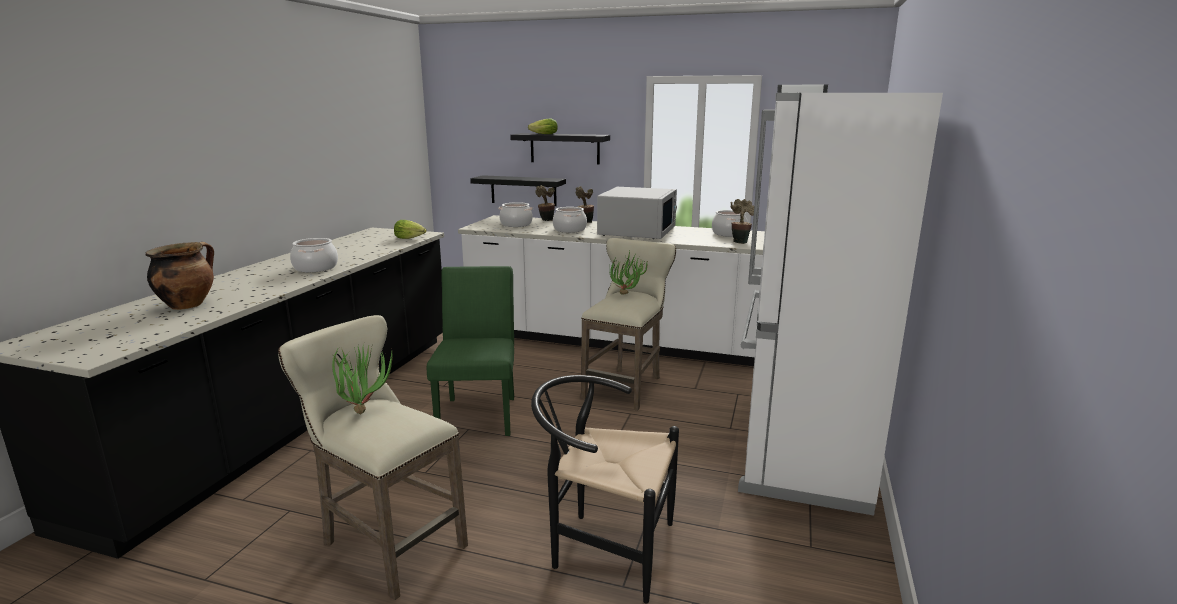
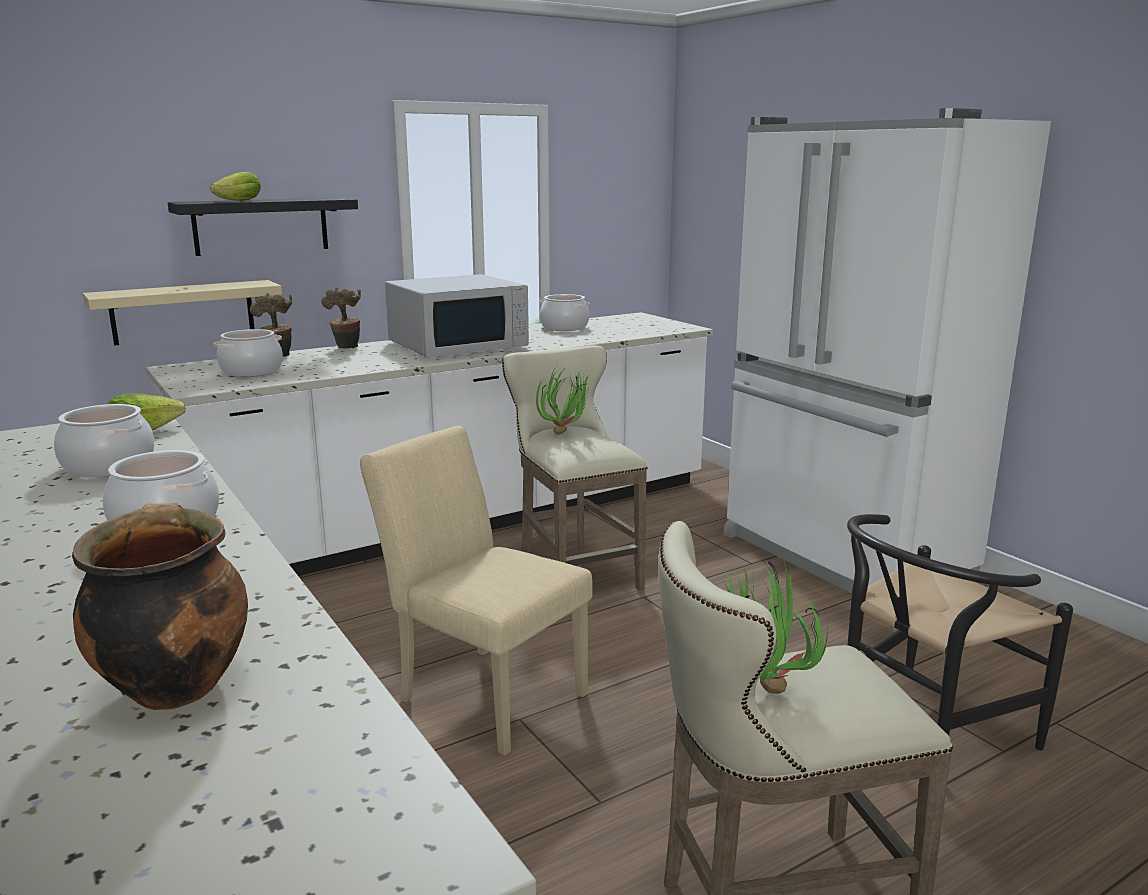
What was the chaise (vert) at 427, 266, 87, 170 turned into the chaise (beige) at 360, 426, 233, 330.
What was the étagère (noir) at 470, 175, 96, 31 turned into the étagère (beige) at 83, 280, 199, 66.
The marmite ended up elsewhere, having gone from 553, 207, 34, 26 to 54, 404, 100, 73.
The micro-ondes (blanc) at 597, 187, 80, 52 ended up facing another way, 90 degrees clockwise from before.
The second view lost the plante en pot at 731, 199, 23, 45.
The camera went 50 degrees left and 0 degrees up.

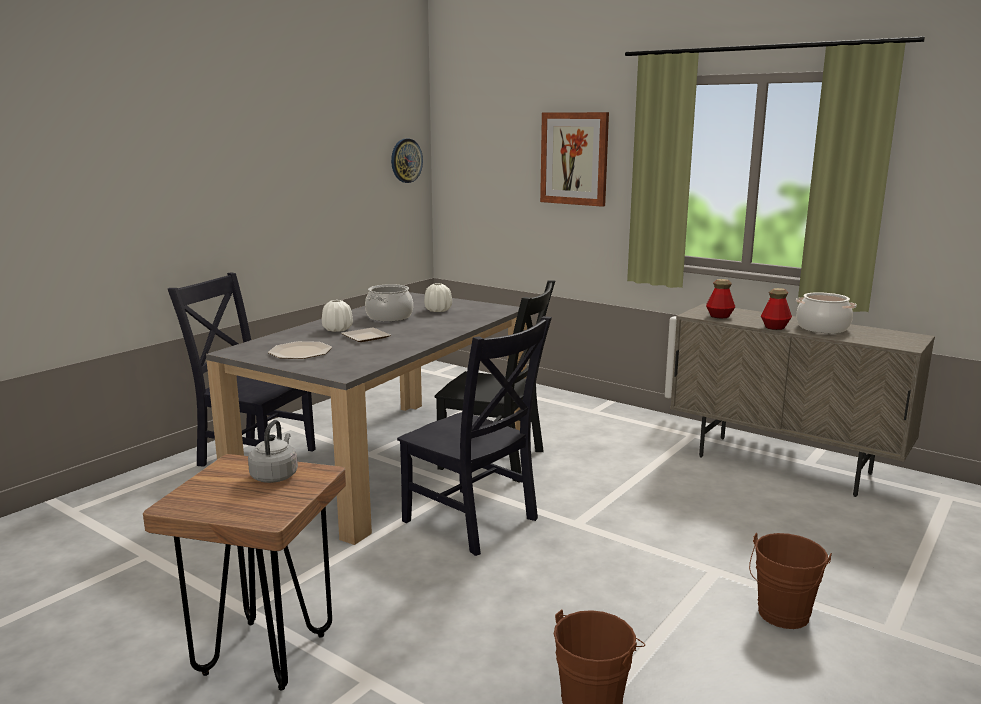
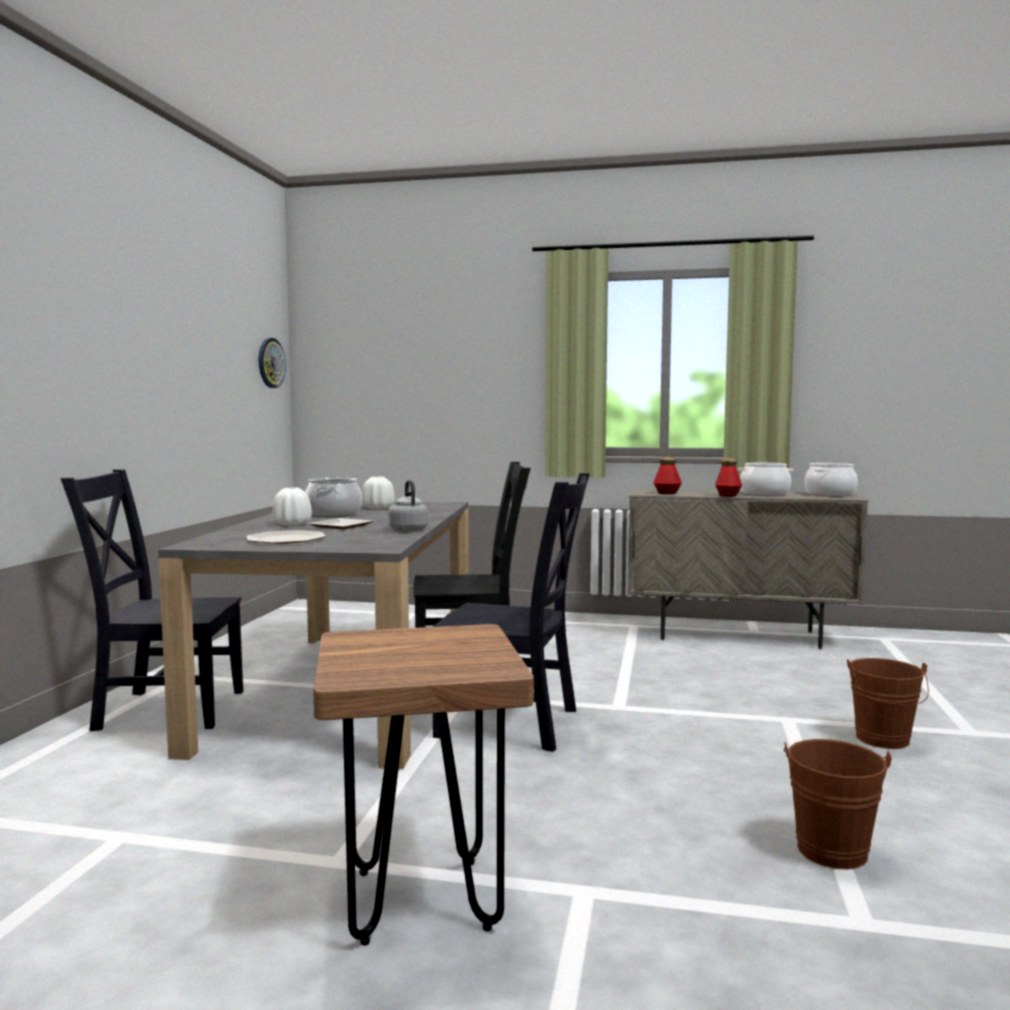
The bouilloire (gris) ended up elsewhere, having gone from 248, 420, 50, 63 to 388, 480, 41, 51.
The second view lost the tableau at 540, 112, 69, 95.
The second view gained the marmite at 804, 463, 54, 33.
The camera went 25 degrees left and 10 degrees down.

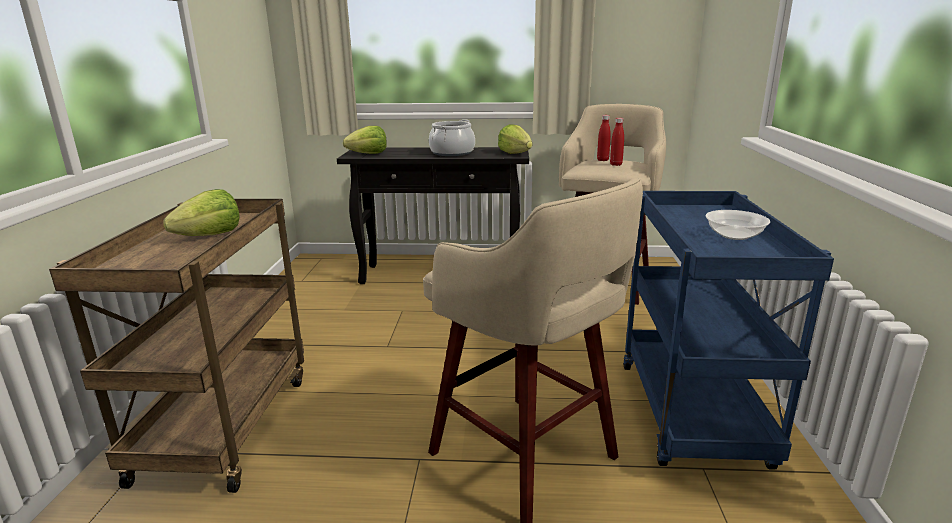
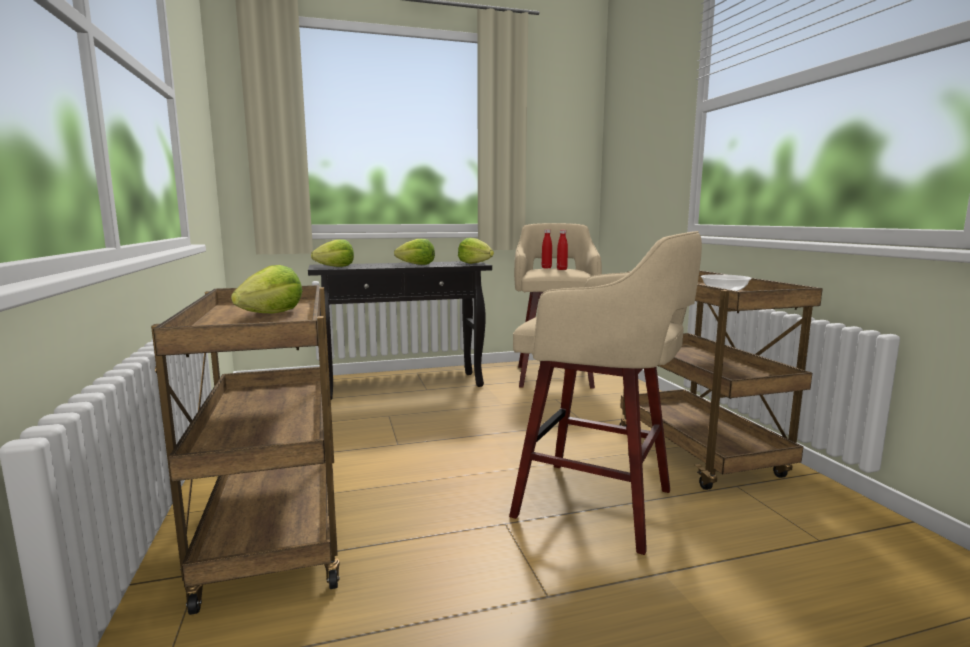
Where the marmite stood at 429, 119, 46, 37, the laitue came to stand at 394, 239, 41, 26.
What was the chariot (bleu) at 623, 191, 211, 279 turned into the chariot (marron) at 620, 270, 203, 220.
The camera went 20 degrees left and 10 degrees down.

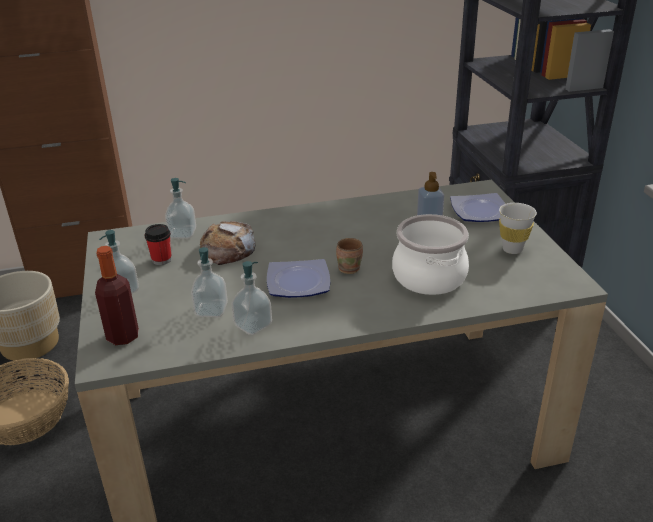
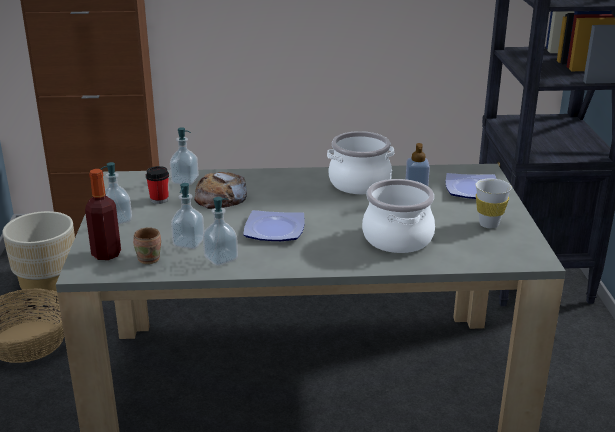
The mug (marron) ended up elsewhere, having gone from 336, 238, 27, 36 to 133, 227, 28, 37.
The second view gained the marmite at 327, 131, 68, 63.
The camera went 10 degrees right and 5 degrees down.

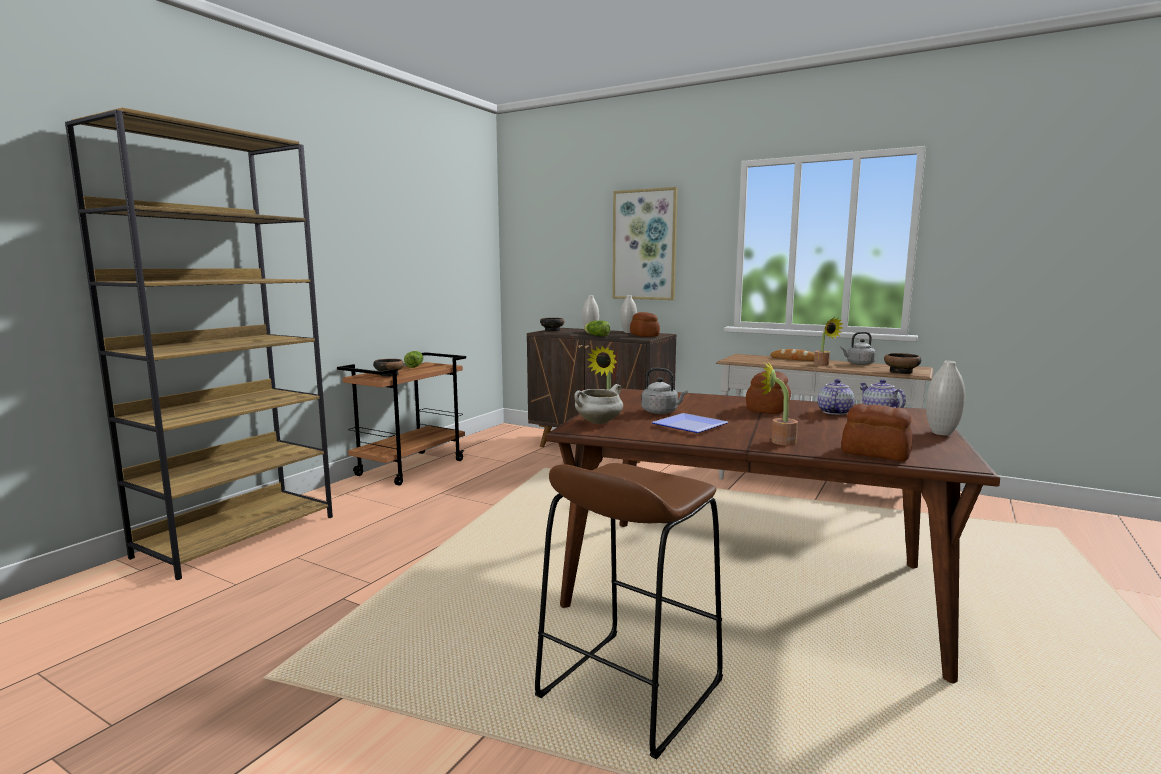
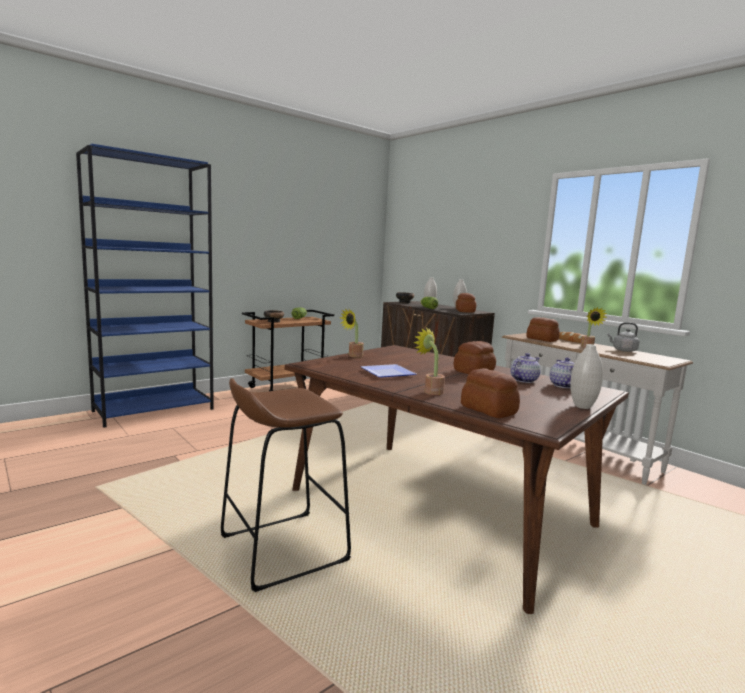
What was the bibliothèque (marron) at 65, 107, 268, 473 turned into the bibliothèque (bleu) at 76, 144, 138, 284.
The second view lost the marmite (blanc) at 574, 384, 49, 40.
The second view lost the tableau at 612, 187, 66, 113.
The second view lost the bouilloire (gris) at 641, 368, 47, 46.
The second view lost the bol at 884, 353, 37, 21.
The second view gained the pain at 526, 317, 34, 25.
The camera went 20 degrees right and 0 degrees up.

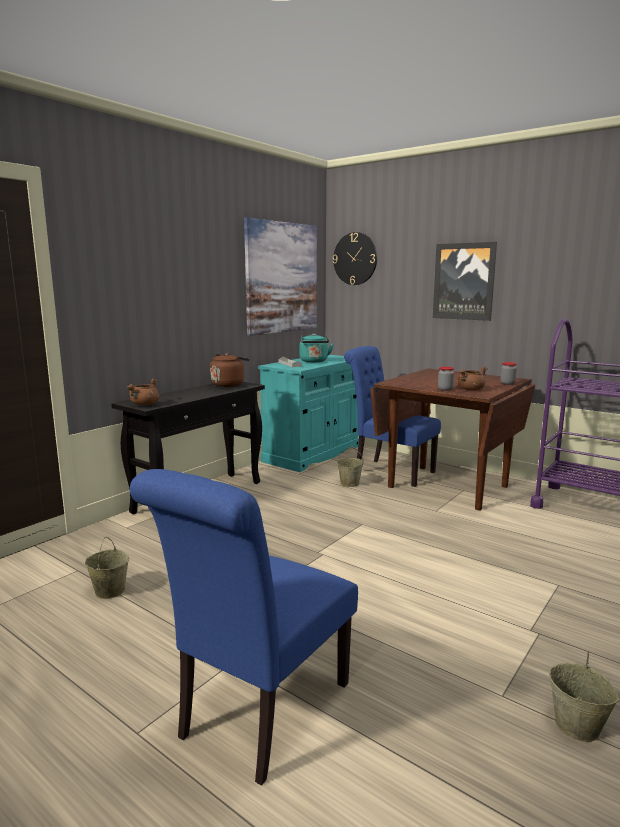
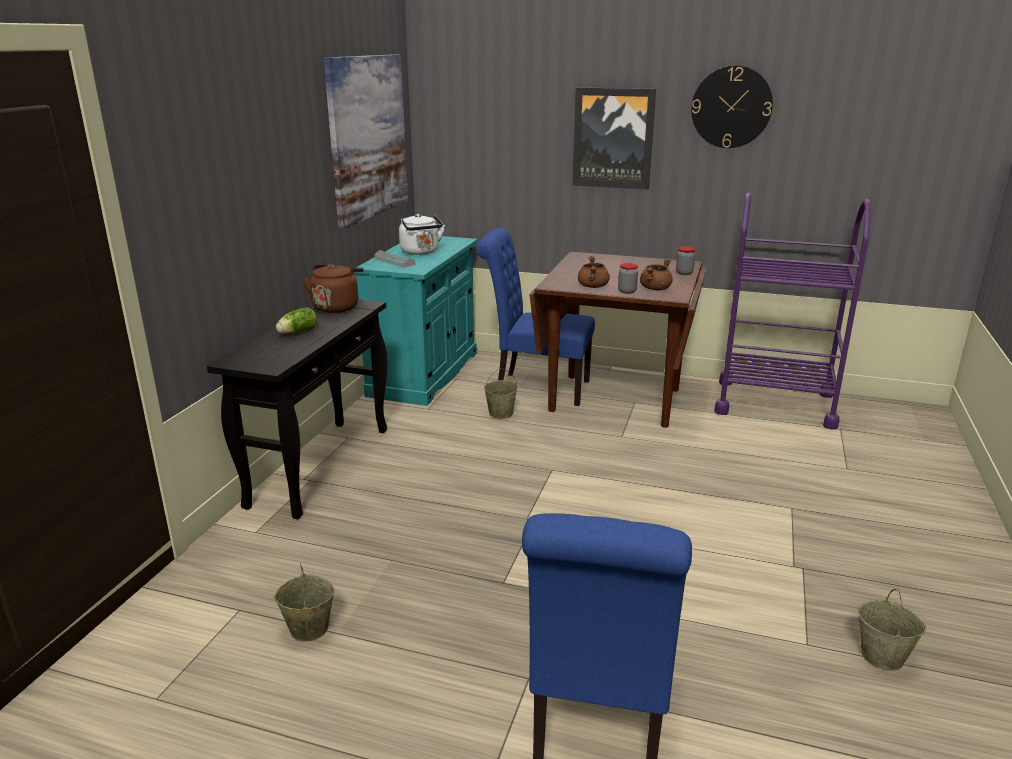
The marmite (marron) ended up elsewhere, having gone from 127, 379, 32, 27 to 578, 256, 32, 32.
What was the bouilloire (turquoise) at 300, 333, 34, 29 turned into the bouilloire (blanc) at 399, 214, 46, 41.
The horloge murale ended up elsewhere, having gone from 333, 232, 44, 53 to 691, 65, 82, 83.
The second view gained the laitue at 276, 307, 41, 27.
The camera went 20 degrees left and 10 degrees up.

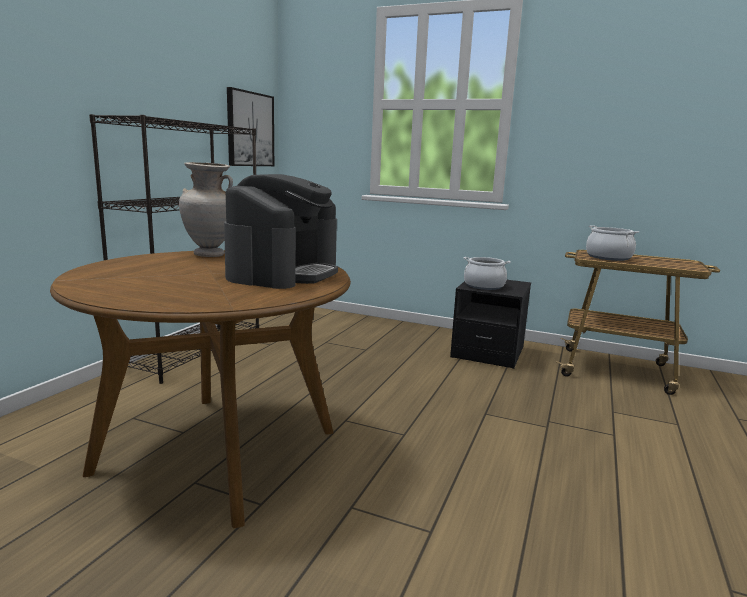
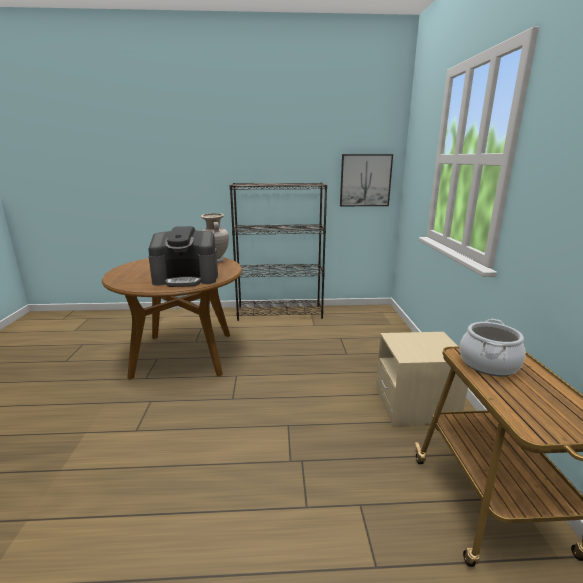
What was the table de chevet (noir) at 450, 280, 81, 89 turned into the table de chevet (beige) at 376, 332, 92, 95.
The second view lost the marmite at 463, 257, 48, 33.
The camera went 65 degrees right and 5 degrees up.

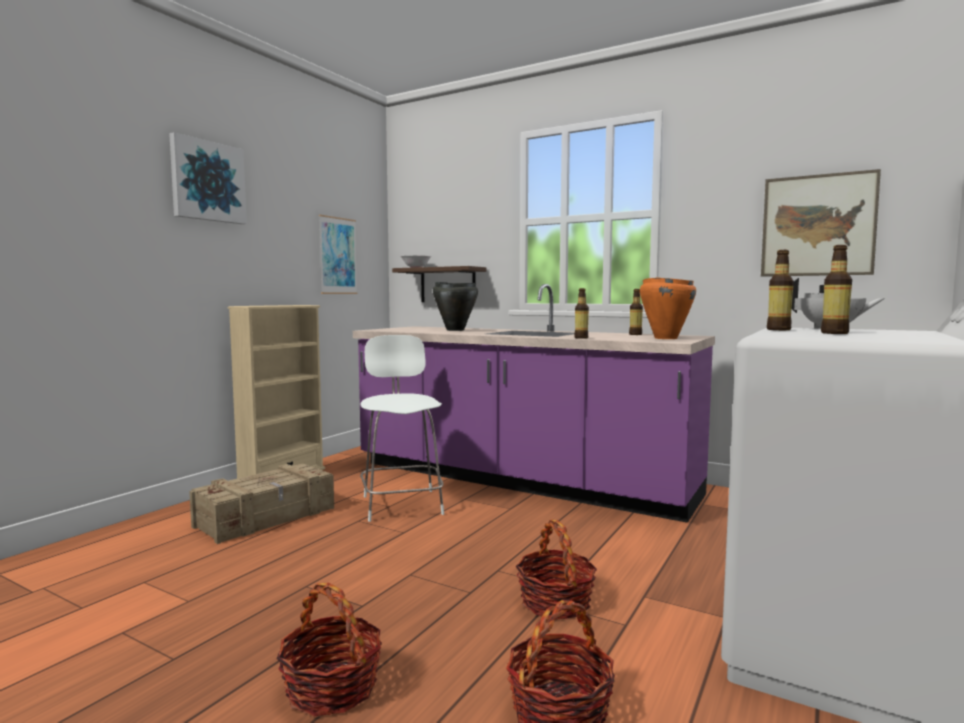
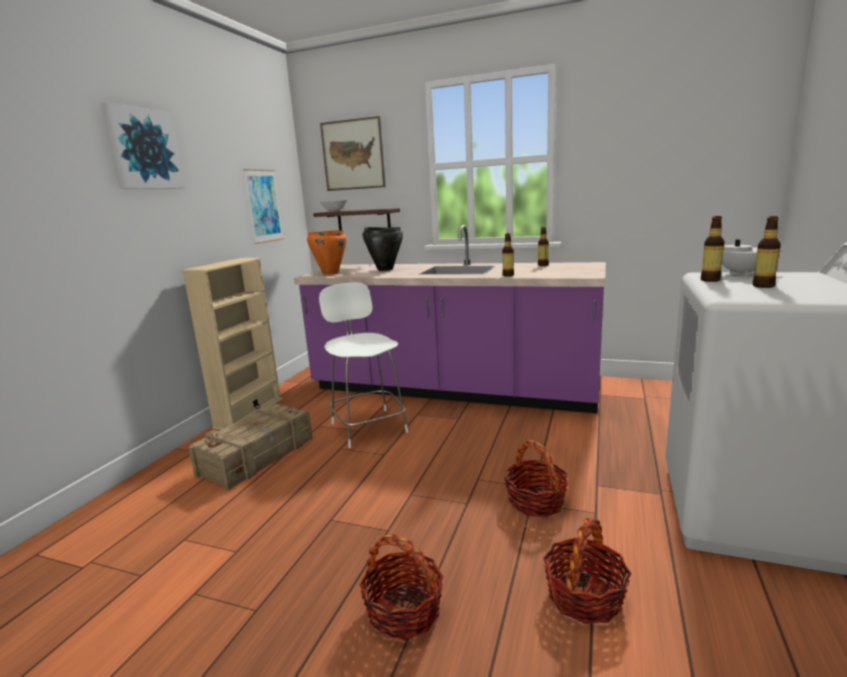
The marmite (orange) ended up elsewhere, having gone from 640, 277, 56, 62 to 307, 230, 40, 45.
The tableau ended up elsewhere, having gone from 761, 169, 120, 108 to 320, 116, 66, 75.
The camera went 10 degrees left and 10 degrees up.

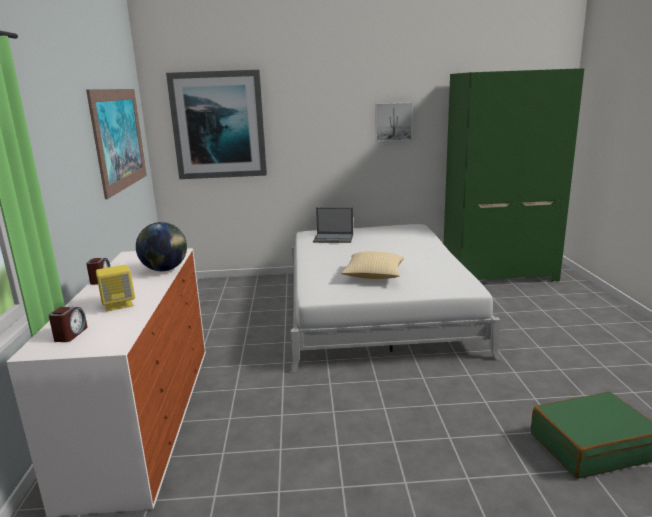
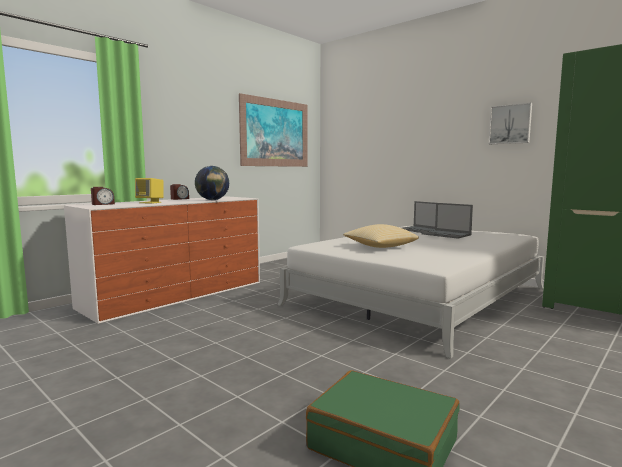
The second view lost the tableau at 166, 70, 101, 109.
The second view gained the ordinateur portable at 421, 203, 52, 36.
The camera went 45 degrees right and 10 degrees down.

